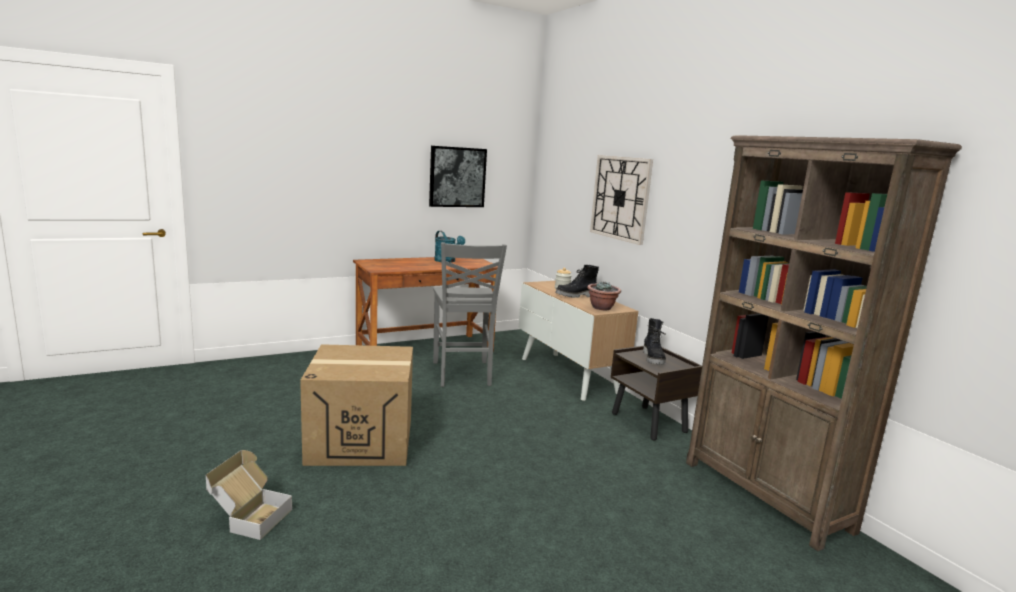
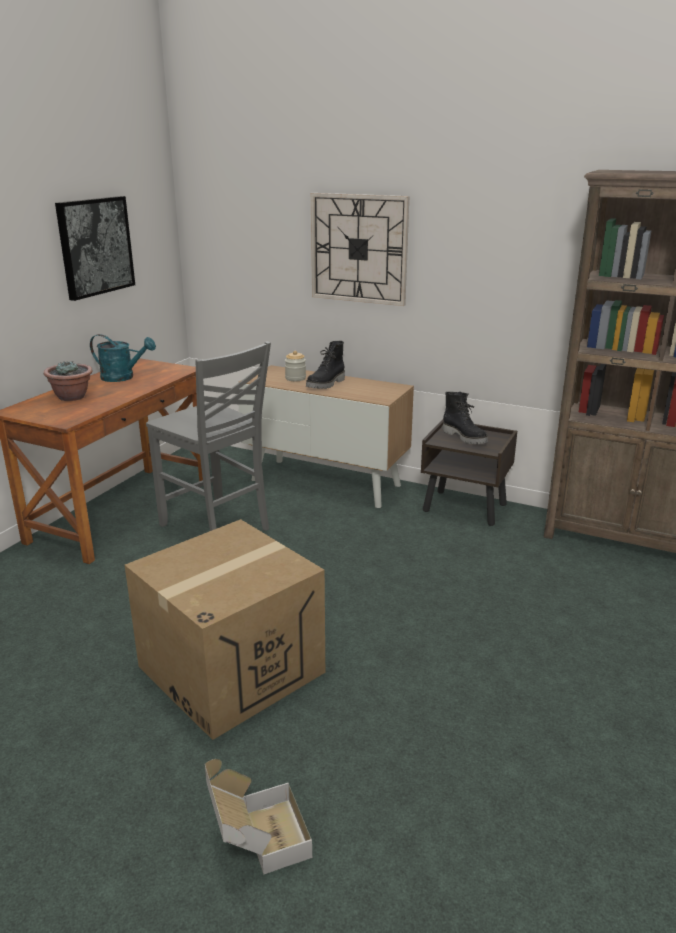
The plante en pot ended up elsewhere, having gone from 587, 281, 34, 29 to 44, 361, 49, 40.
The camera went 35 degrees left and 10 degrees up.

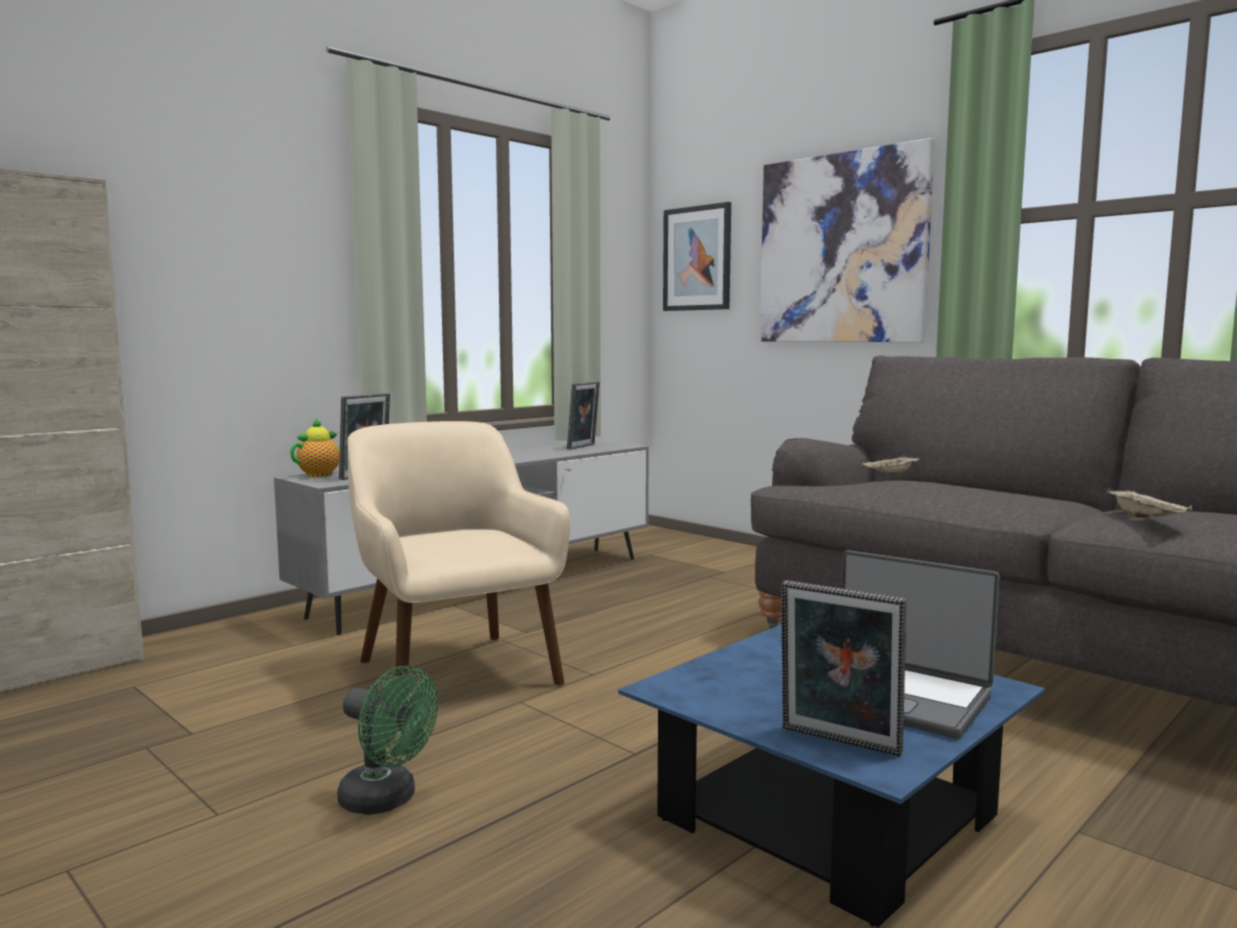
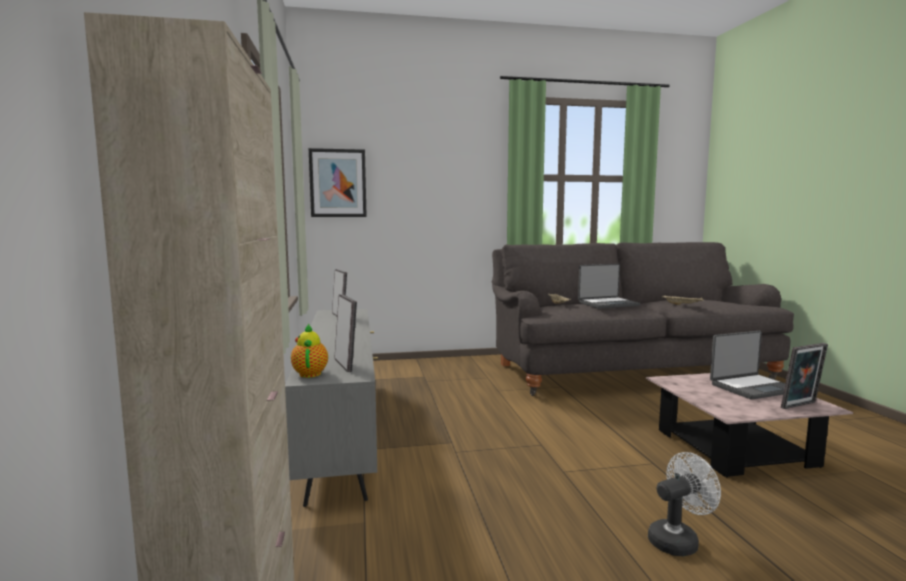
What was the ventilateur (vert) at 337, 666, 101, 149 turned into the ventilateur (blanc) at 648, 452, 73, 104.
The second view lost the fauteuil (beige) at 347, 421, 223, 265.
What was the table basse (bleu) at 618, 624, 427, 303 turned into the table basse (rose) at 646, 373, 207, 105.
The second view lost the tableau at 760, 138, 175, 204.
The second view gained the ordinateur portable at 578, 264, 62, 45.
The camera went 55 degrees left and 0 degrees up.

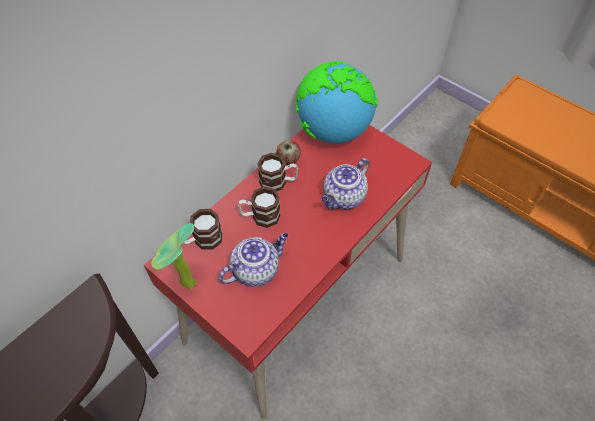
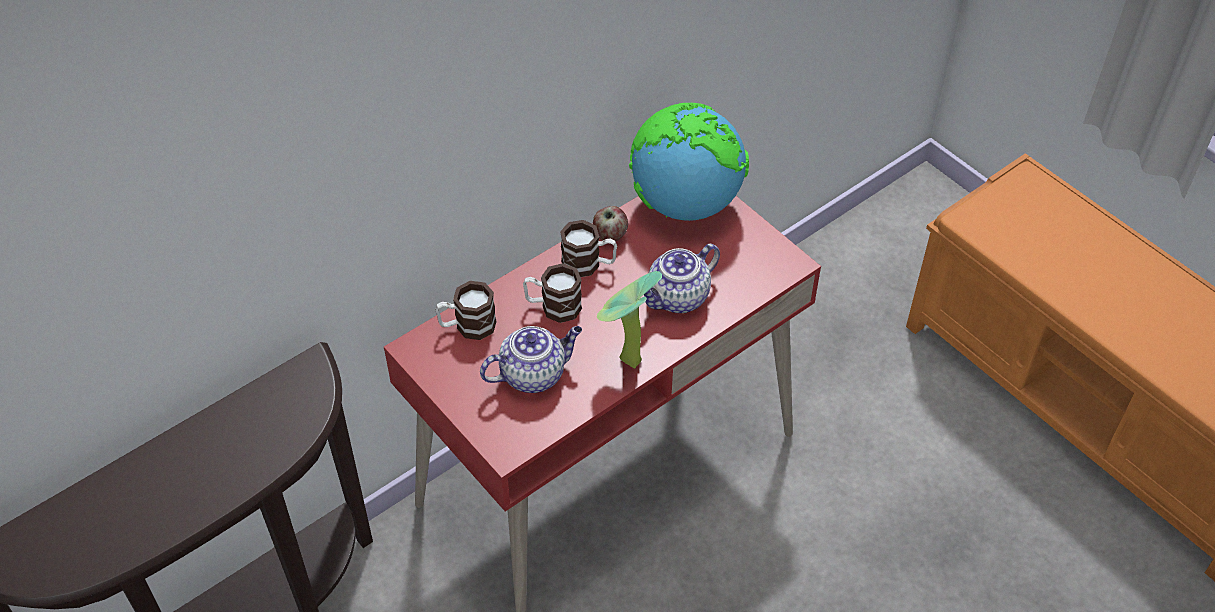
The plante en pot ended up elsewhere, having gone from 151, 223, 45, 67 to 597, 271, 65, 97.
The camera went 10 degrees right and 5 degrees down.

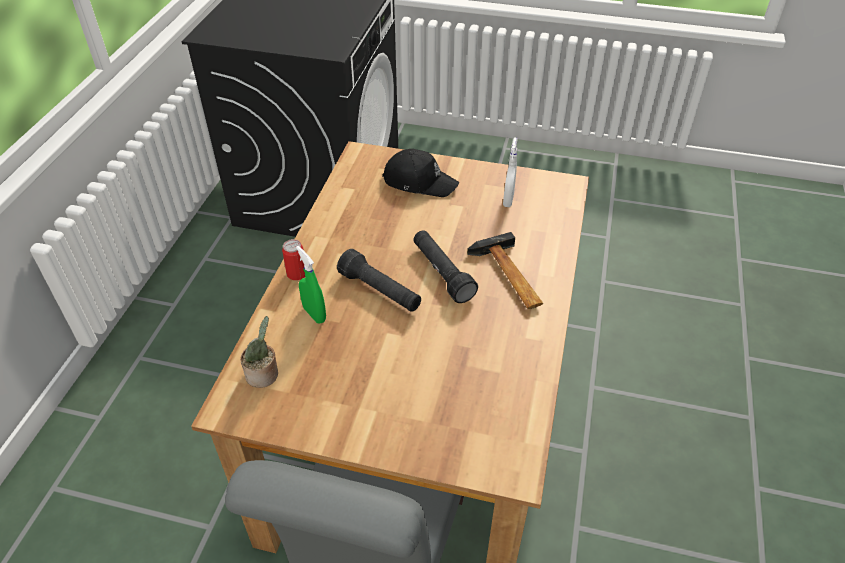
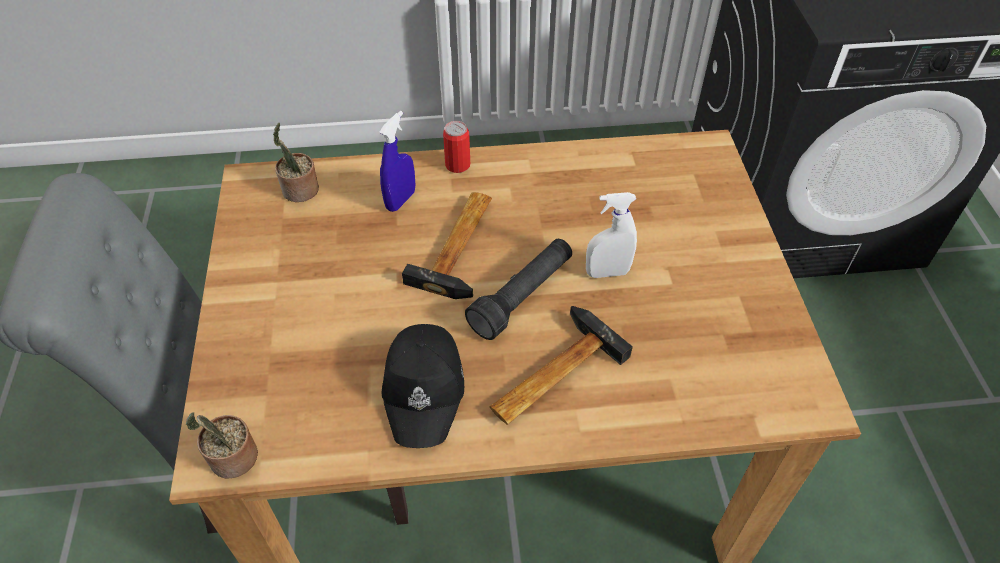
What was the vaporisateur (vert) at 296, 246, 30, 78 turned into the vaporisateur (bleu) at 379, 111, 36, 101.
Where the lampe de poche (noir) stood at 337, 249, 84, 63, the marteau came to stand at 402, 192, 90, 107.
The casquette (noir) ended up elsewhere, having gone from 382, 149, 77, 48 to 382, 324, 82, 124.
The vaporisateur (blanc) ended up elsewhere, having gone from 503, 138, 15, 69 to 586, 192, 51, 86.
The second view gained the plante en pot at 185, 412, 73, 67.
The camera went 70 degrees right and 5 degrees up.

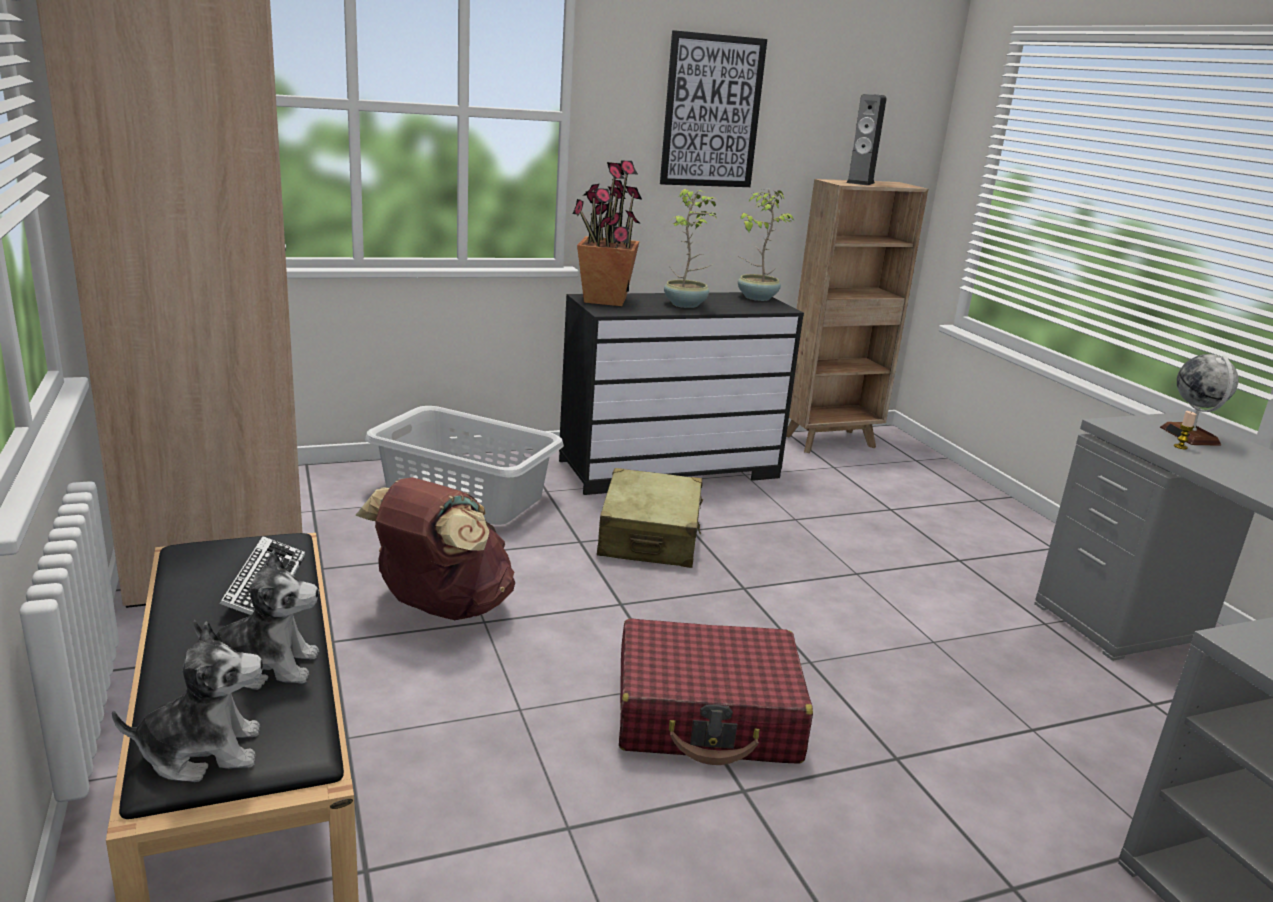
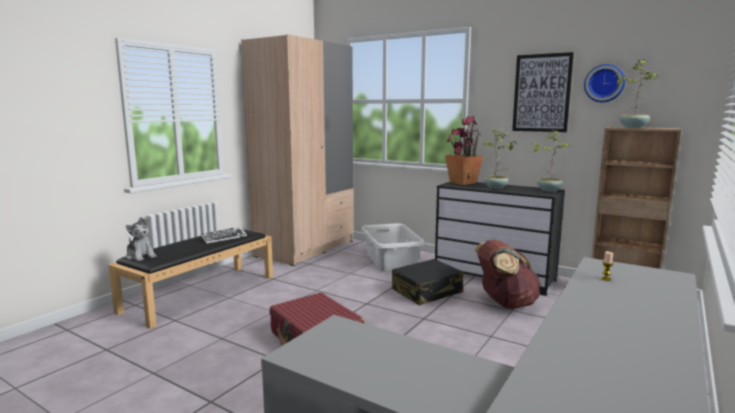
The second view lost the peluche at 193, 550, 126, 140.
The sac à dos (marron) ended up elsewhere, having gone from 355, 477, 160, 143 to 474, 240, 68, 69.
What was the valise (beige) at 597, 468, 106, 100 turned into the valise (noir) at 392, 259, 72, 46.
Where the enceinte stood at 846, 94, 41, 92, the plante en pot came to stand at 614, 59, 45, 69.
The second view lost the globe at 1160, 354, 78, 92.
The second view gained the horloge murale at 584, 64, 41, 38.
The camera went 55 degrees right and 10 degrees down.

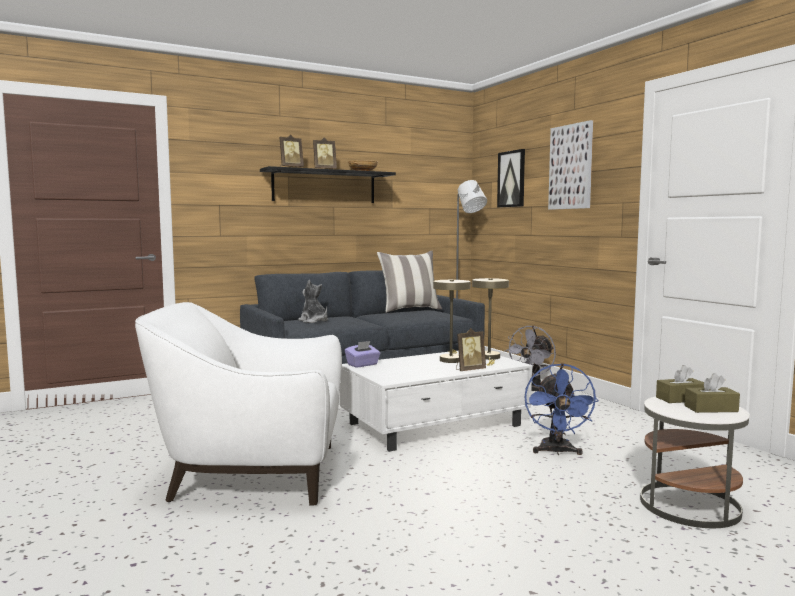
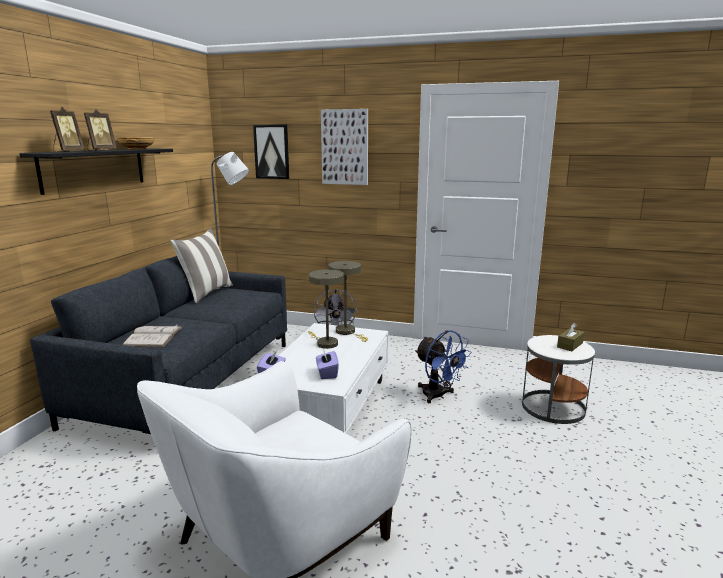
Where the peluche stood at 298, 280, 30, 43, the livre (blanc) came to stand at 122, 325, 61, 22.
The second view lost the cadre photo at 456, 328, 30, 43.
The second view lost the boîte à mouchoirs (marron) at 656, 365, 48, 38.
The second view gained the boîte à mouchoirs (violet) at 316, 348, 23, 31.
The camera went 45 degrees left and 10 degrees up.

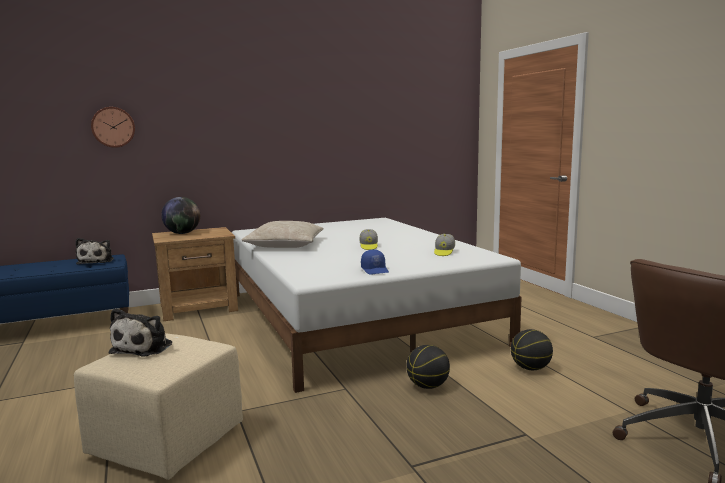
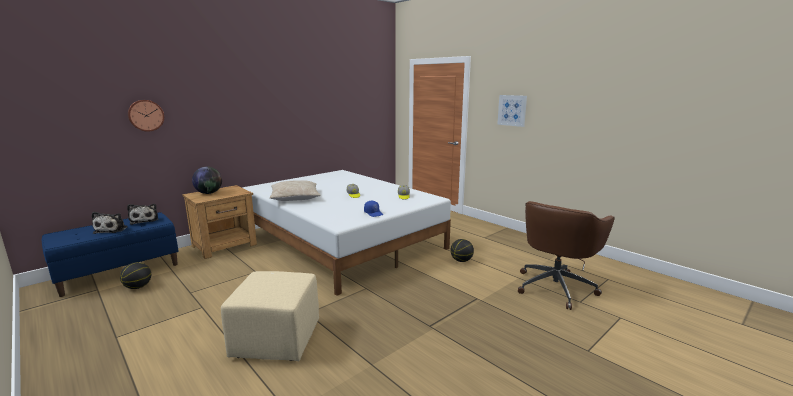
The peluche ended up elsewhere, having gone from 109, 308, 63, 49 to 92, 212, 36, 22.
The ballon de basket ended up elsewhere, having gone from 406, 345, 44, 44 to 120, 262, 31, 27.
The second view gained the tableau at 497, 95, 30, 32.
The camera went 20 degrees left and 5 degrees up.

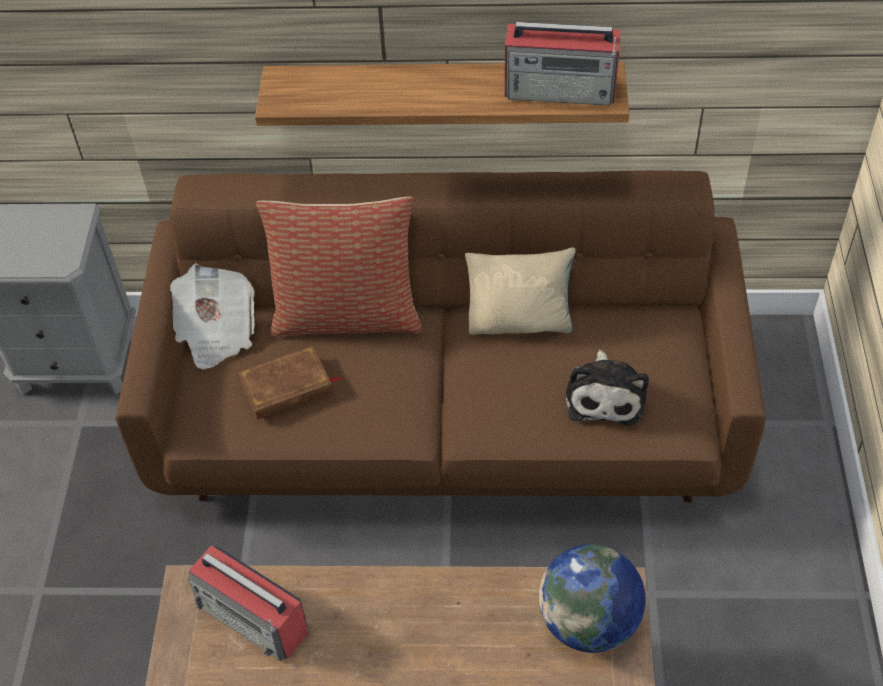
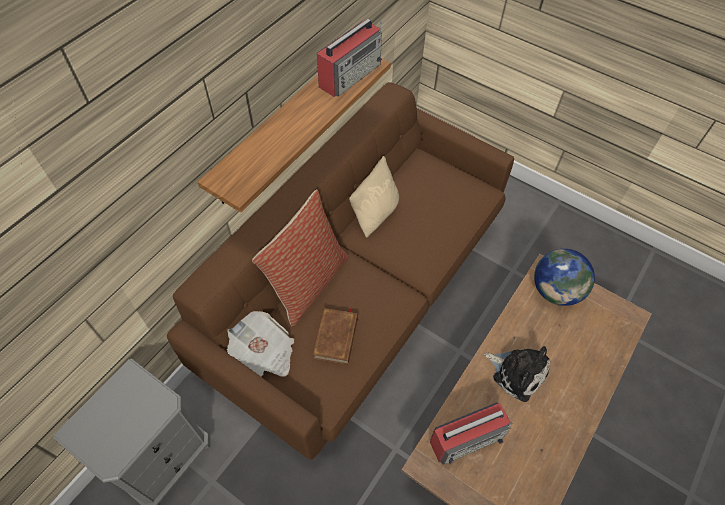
The peluche ended up elsewhere, having gone from 566, 350, 83, 76 to 484, 346, 66, 56.
The camera went 60 degrees left and 5 degrees up.

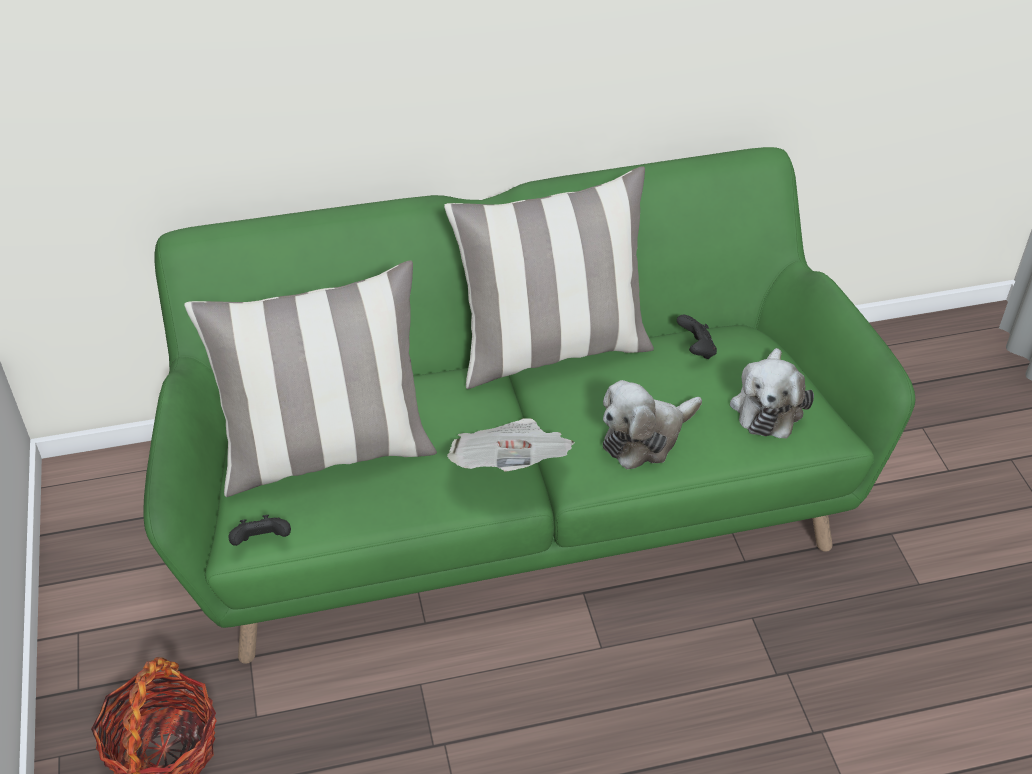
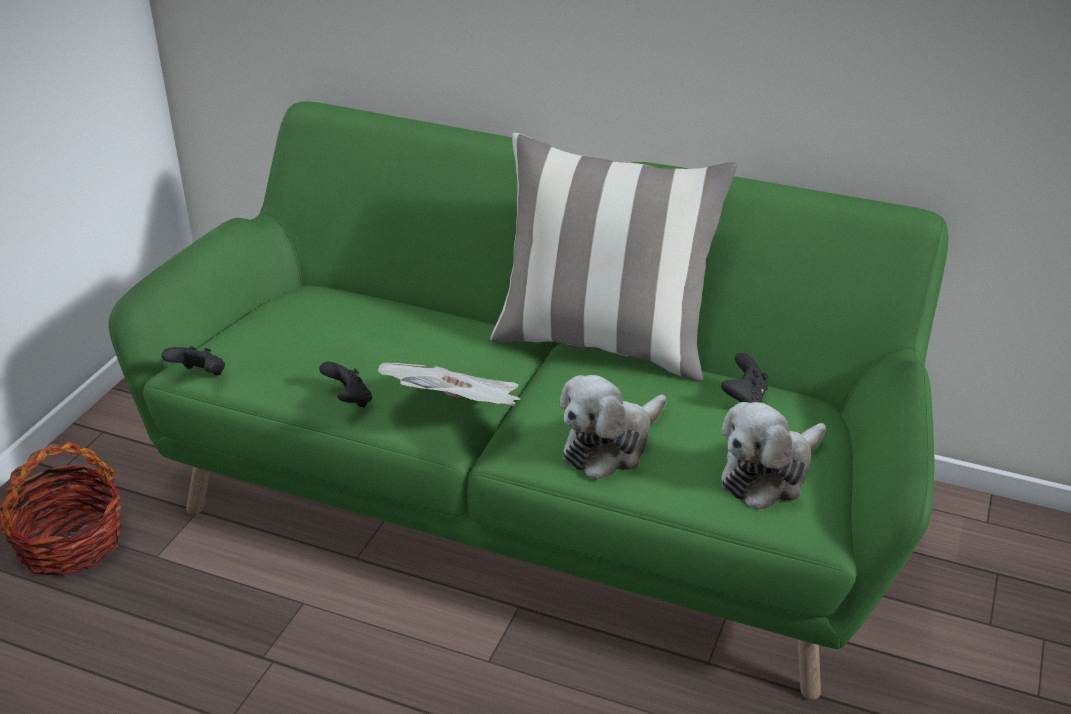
The second view lost the coussin at 184, 260, 253, 237.
The peluche at 603, 380, 99, 90 ended up facing another way, 45 degrees counterclockwise from before.
The second view gained the manette (noir) at 319, 362, 53, 46.
The camera went 35 degrees right and 10 degrees down.

